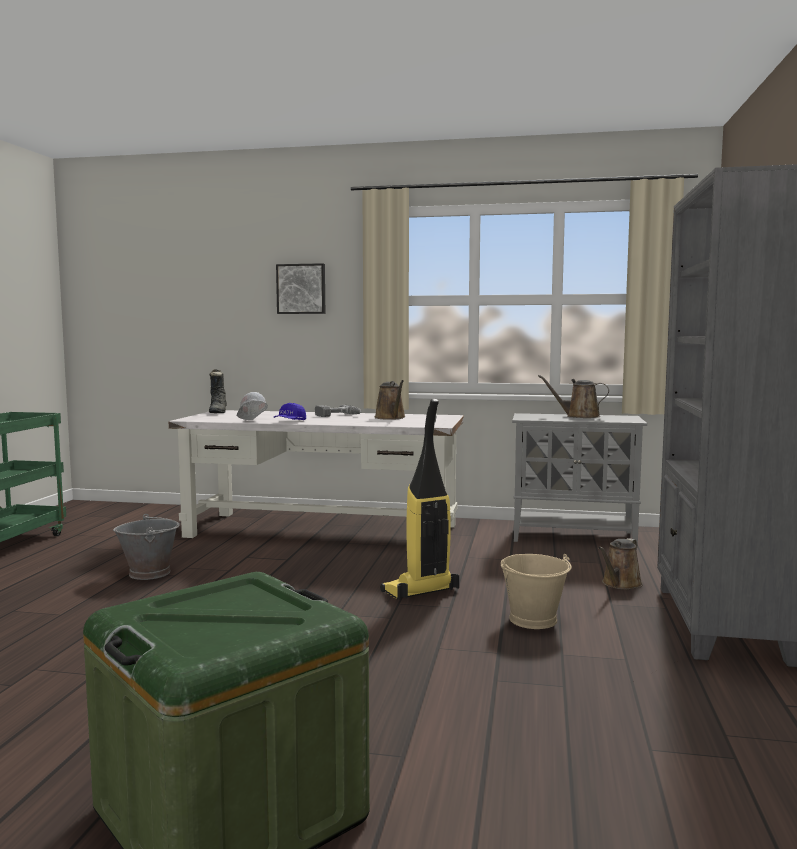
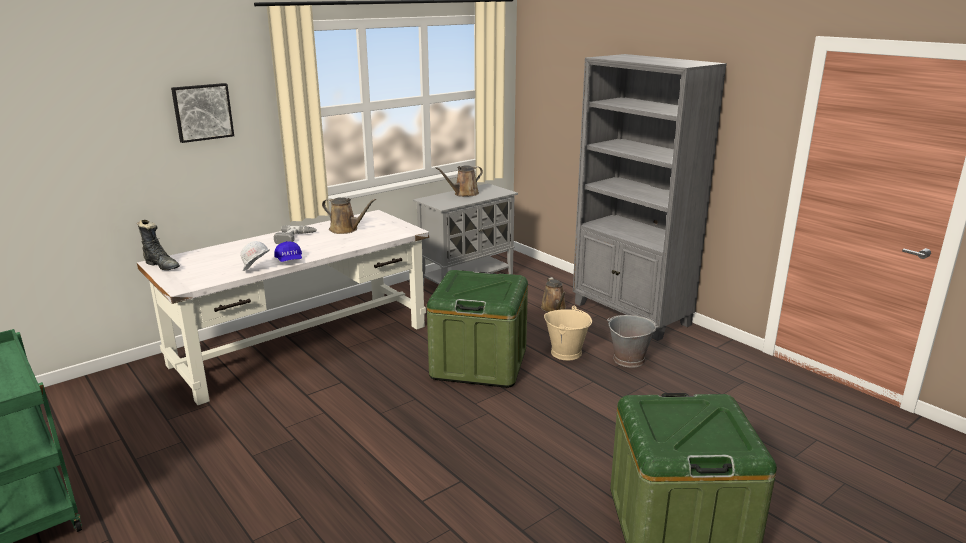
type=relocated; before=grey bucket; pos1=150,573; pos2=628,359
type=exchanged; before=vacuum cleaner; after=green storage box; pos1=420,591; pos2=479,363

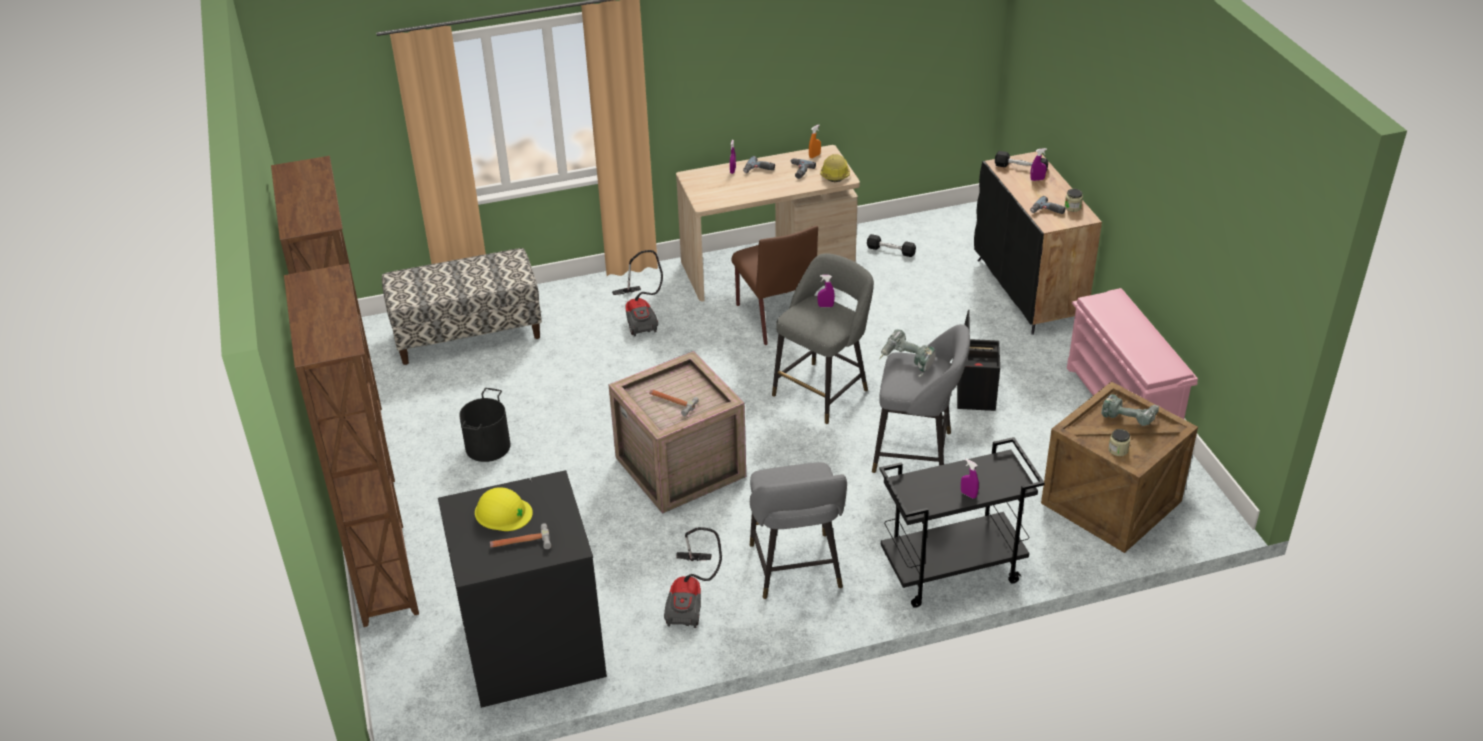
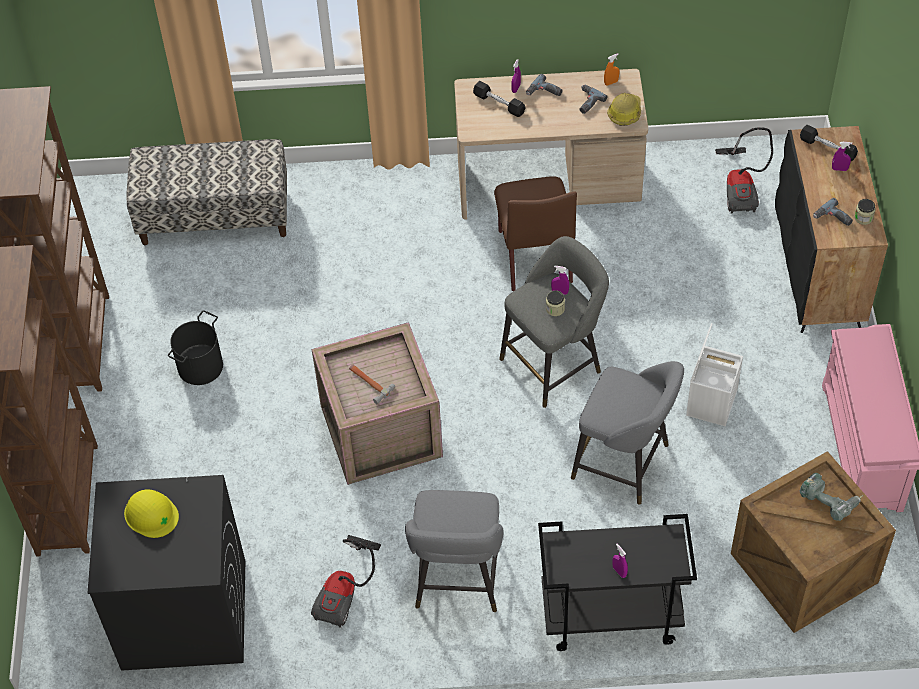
type=missing; before=hammer; pos1=520,543
type=relocated; before=vacuum cleaner; pos1=640,316; pos2=741,188
type=relocated; before=black dumbbell; pos1=890,250; pos2=499,104
type=missing; before=power drill; pos1=906,362
type=colour; before=black storage box; after=white storage box; pos1=975,395; pos2=711,401
type=relocated; before=jar; pos1=1118,450; pos2=555,309

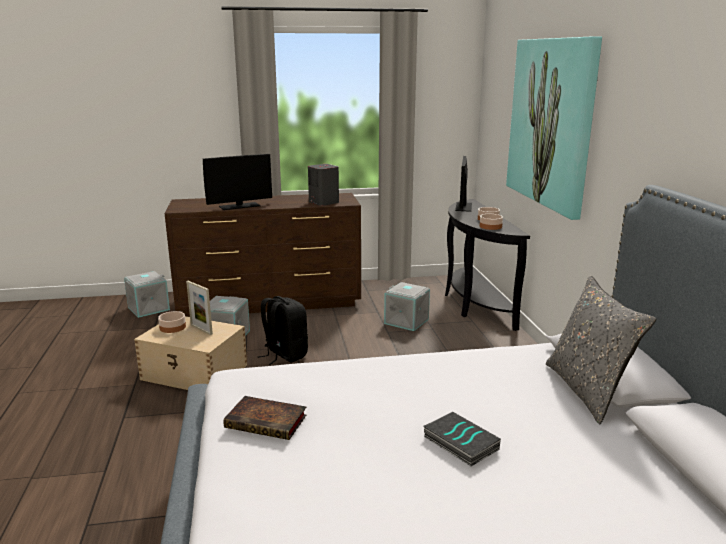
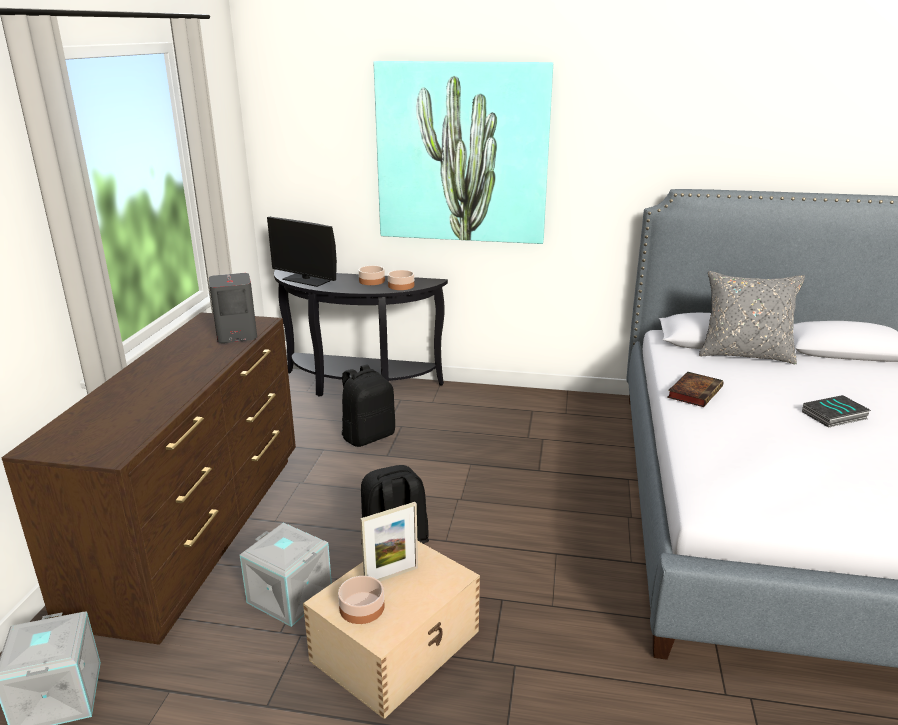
type=missing; before=monitor; pos1=239,206
type=relocated; before=book; pos1=268,422; pos2=694,392
type=exchanged; before=grey storage box; after=black backpack; pos1=407,321; pos2=368,436

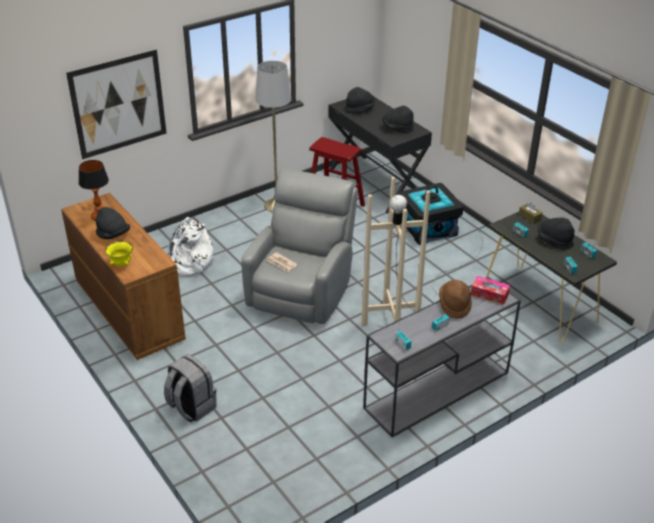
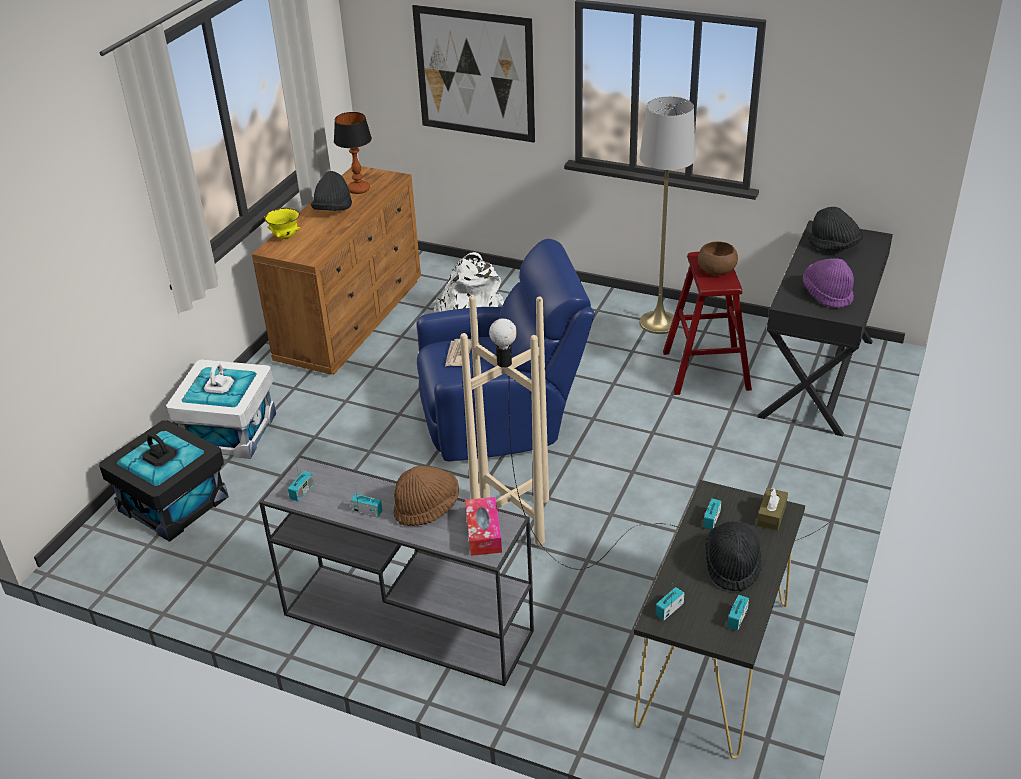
type=exchanged; before=grey backpack; after=white storage box; pos1=191,407; pos2=229,432
type=colour; before=grey armchair; after=blue armchair; pos1=302,291; pos2=503,419
type=colour; before=black hat; after=purple hat; pos1=397,128; pos2=827,294
type=relocated; before=black storage box; pos1=428,228; pos2=174,503
type=appeared; after=brown bowl; pos2=717,270

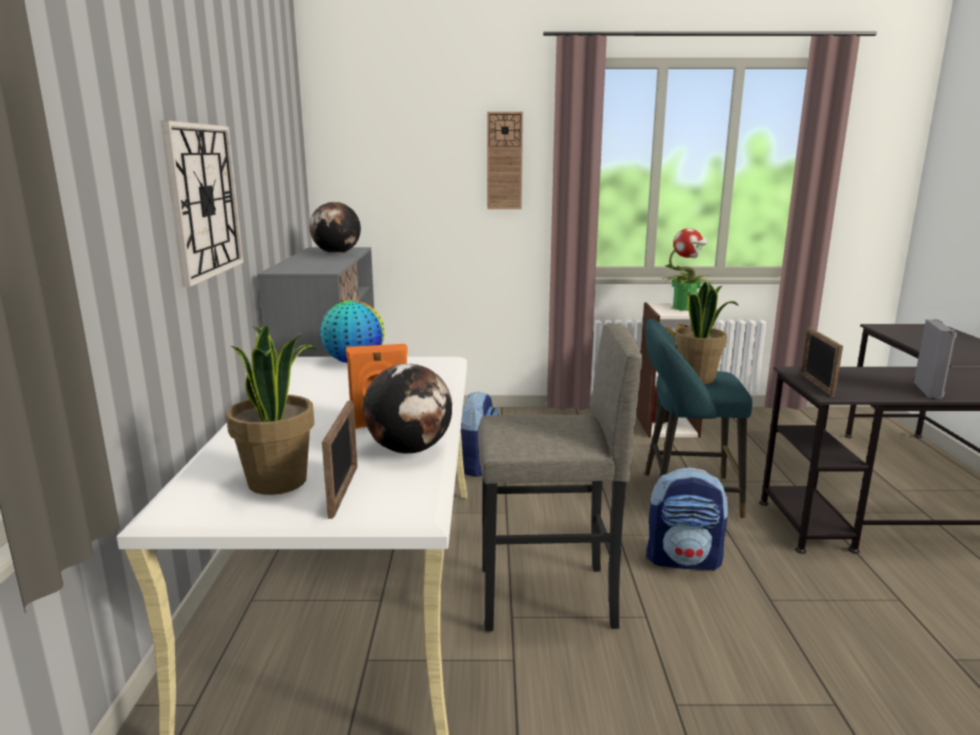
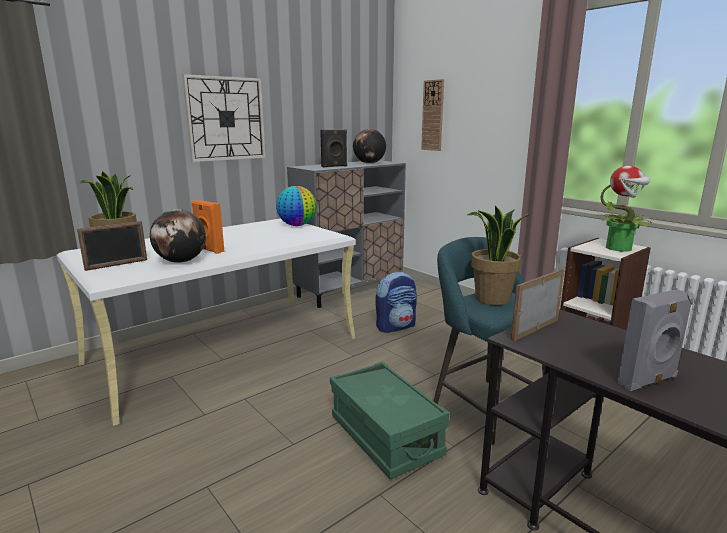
type=missing; before=grey stool; pos1=547,598
type=relocated; before=wall clock; pos1=504,161; pos2=433,115
type=exchanged; before=backpack; after=green storage box; pos1=684,560; pos2=385,436
type=appeared; after=black speaker; pos2=334,166

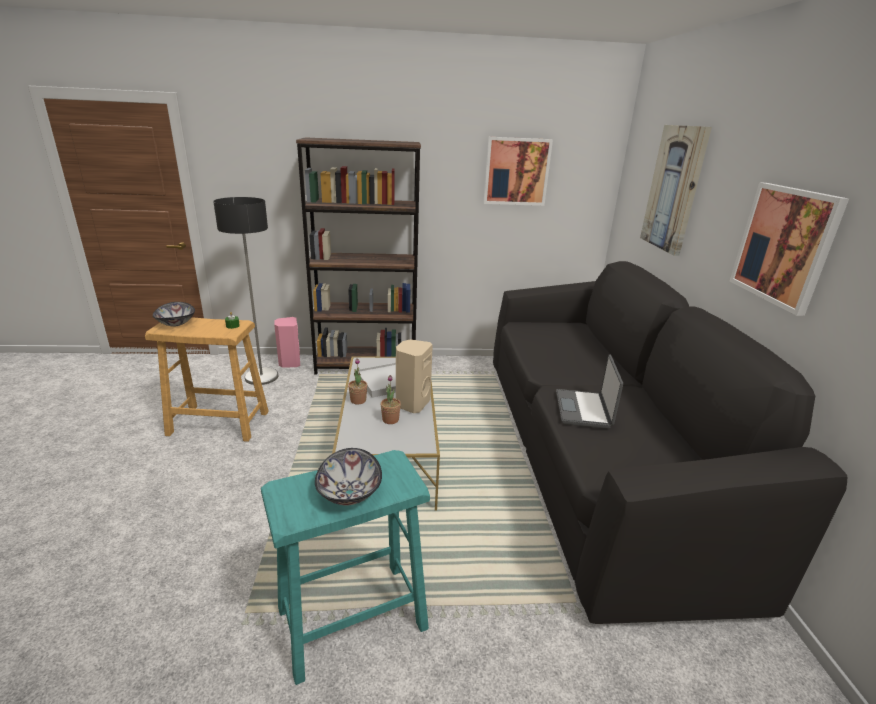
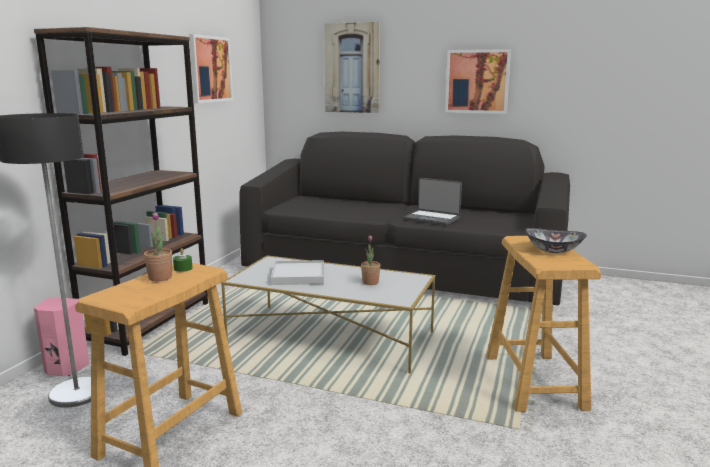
type=missing; before=bowl; pos1=175,323
type=colour; before=turquoise stool; after=beige stool; pos1=353,617; pos2=534,381
type=relocated; before=potted plant; pos1=358,400; pos2=160,277
type=missing; before=beige speaker; pos1=412,404

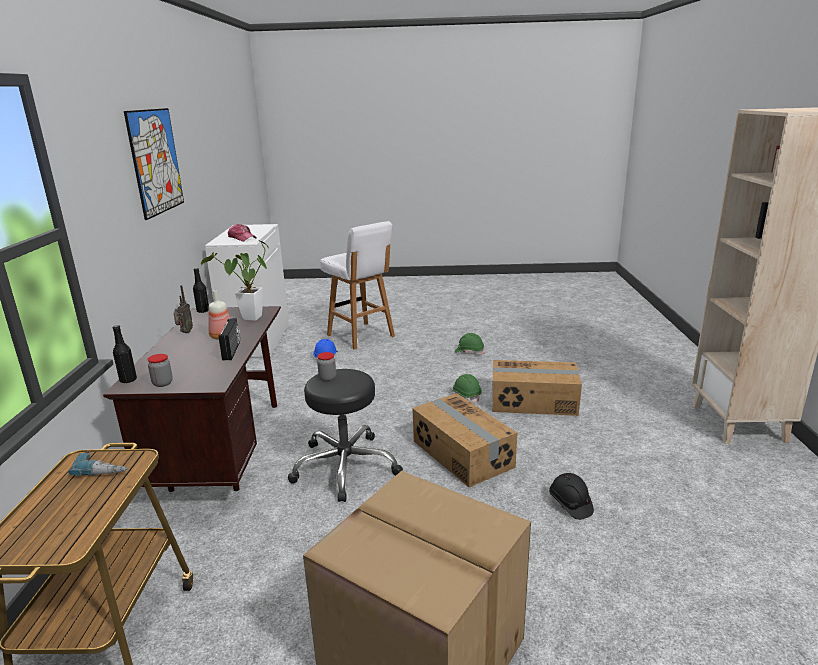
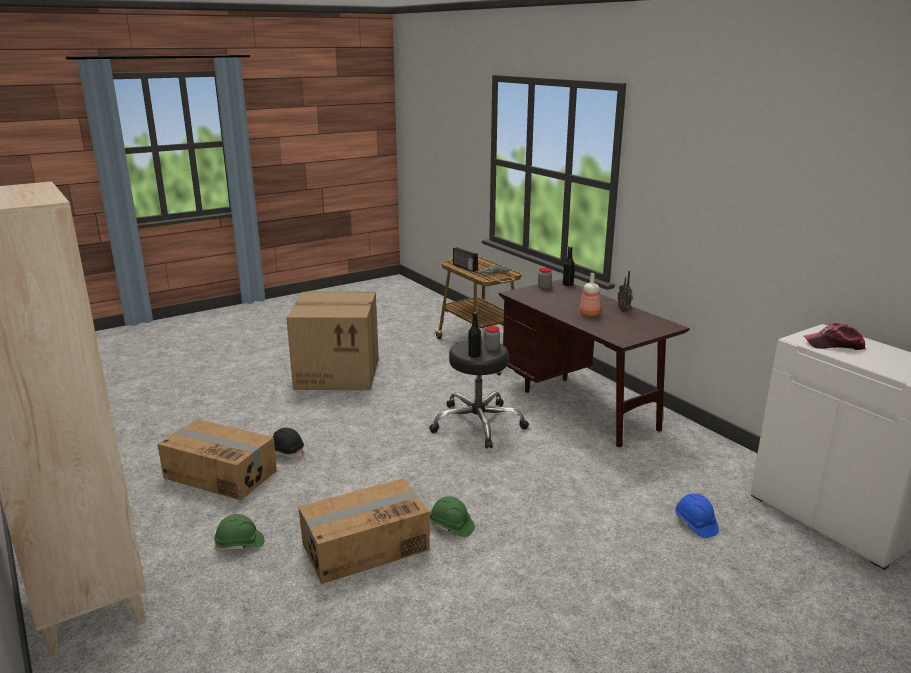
type=missing; before=picture; pos1=156,161
type=relocated; before=black bottle; pos1=203,311; pos2=474,355
type=missing; before=potted plant; pos1=250,319
type=relocated; before=radio; pos1=232,350; pos2=464,267
type=missing; before=white stool; pos1=361,336
type=relocated; before=cardboard box; pos1=462,454; pos2=221,474
type=relocated; before=green hard hat; pos1=469,352; pos2=240,544

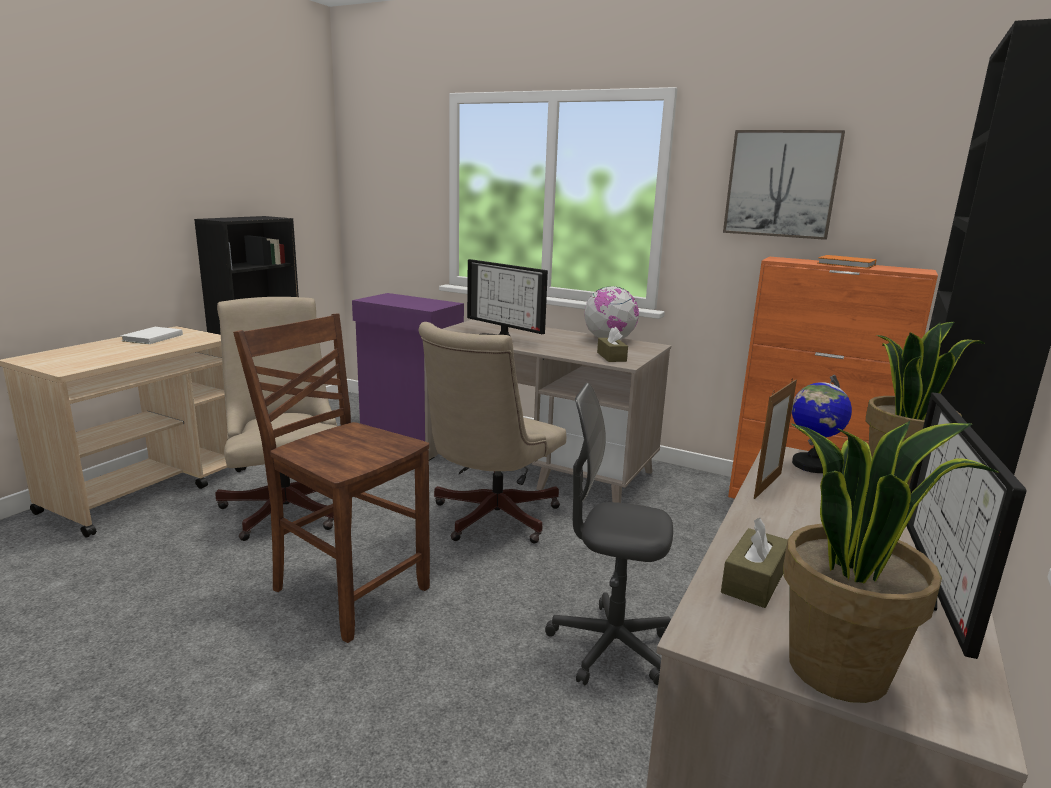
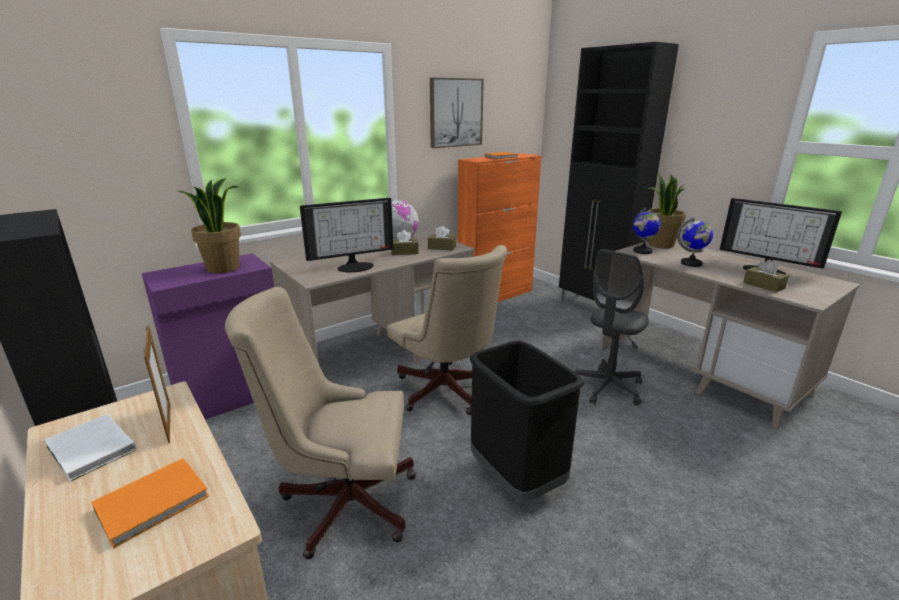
type=exchanged; before=brown chair; after=black trash can; pos1=348,589; pos2=515,479
type=relocated; before=picture frame; pos1=767,485; pos2=169,423
type=relocated; before=potted plant; pos1=837,668; pos2=223,268
type=appeared; after=orange book; pos2=156,502
type=appeared; after=brown tissue box; pos2=404,252
type=appeared; after=globe; pos2=691,263

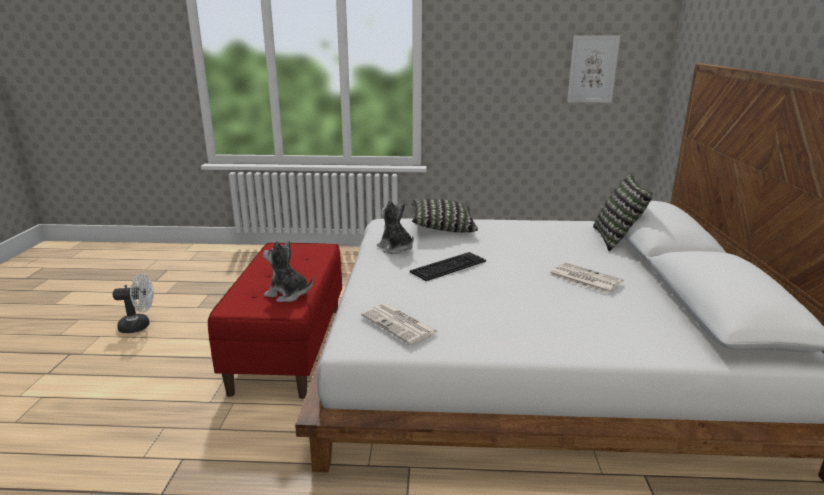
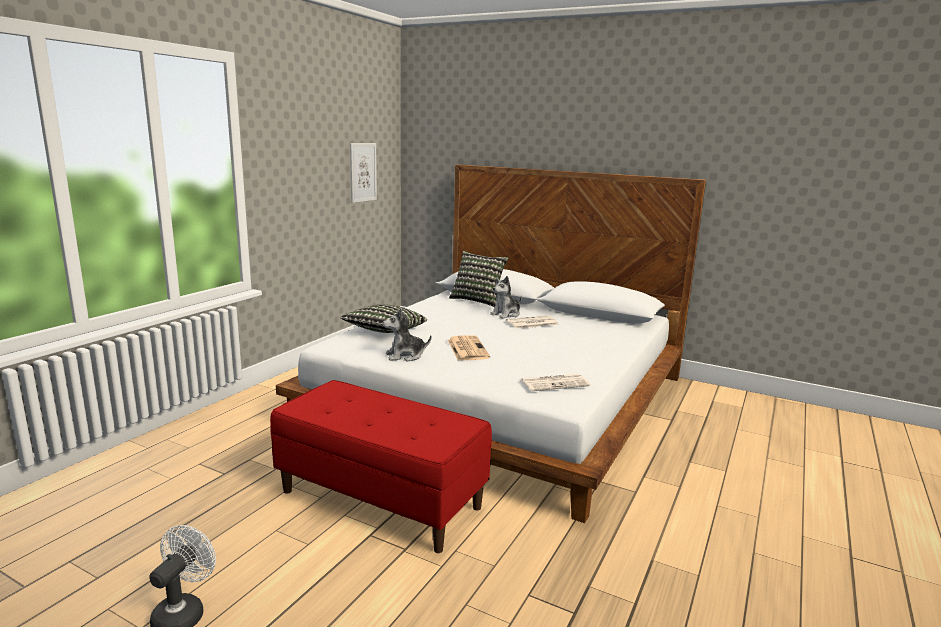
type=relocated; before=plush toy; pos1=288,294; pos2=506,314
type=exchanged; before=keyboard; after=newspaper; pos1=448,266; pos2=467,348

